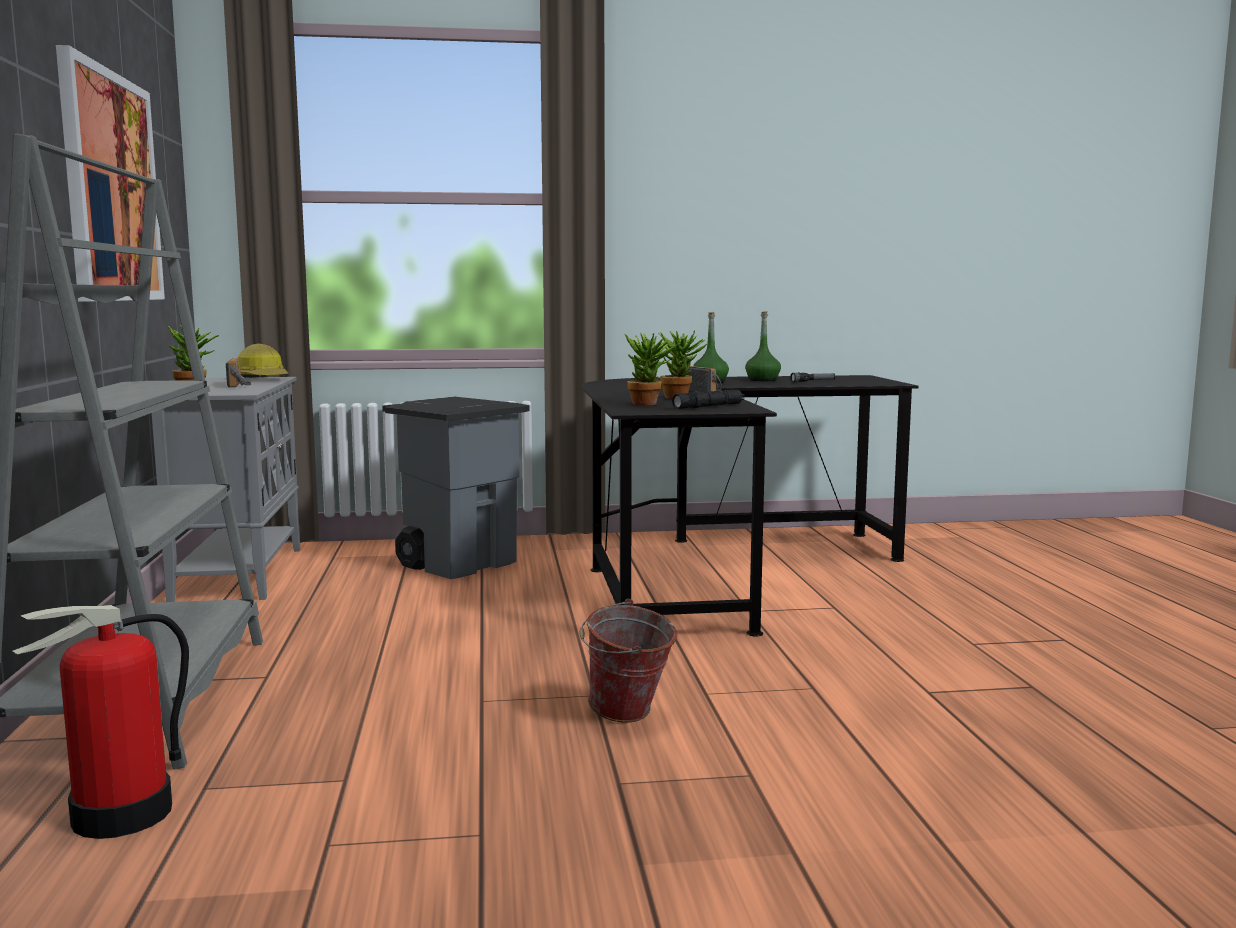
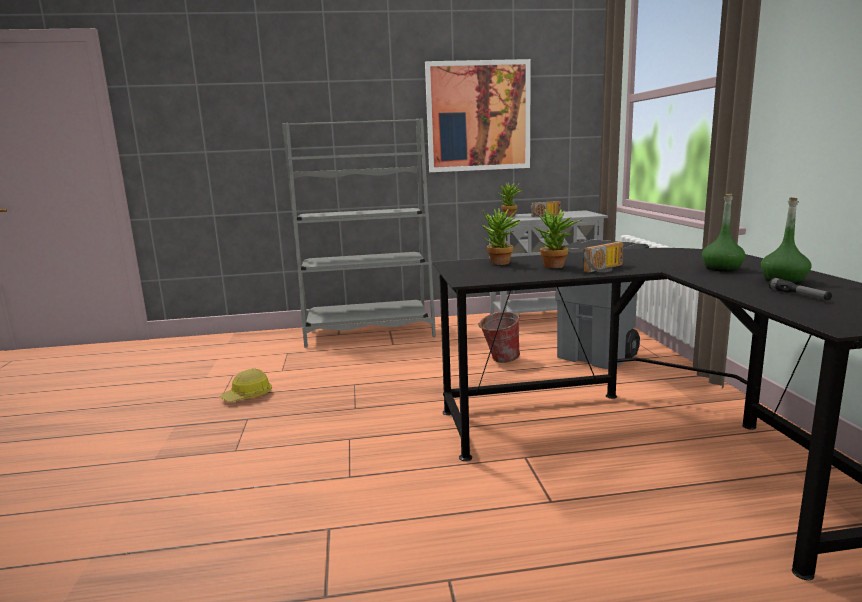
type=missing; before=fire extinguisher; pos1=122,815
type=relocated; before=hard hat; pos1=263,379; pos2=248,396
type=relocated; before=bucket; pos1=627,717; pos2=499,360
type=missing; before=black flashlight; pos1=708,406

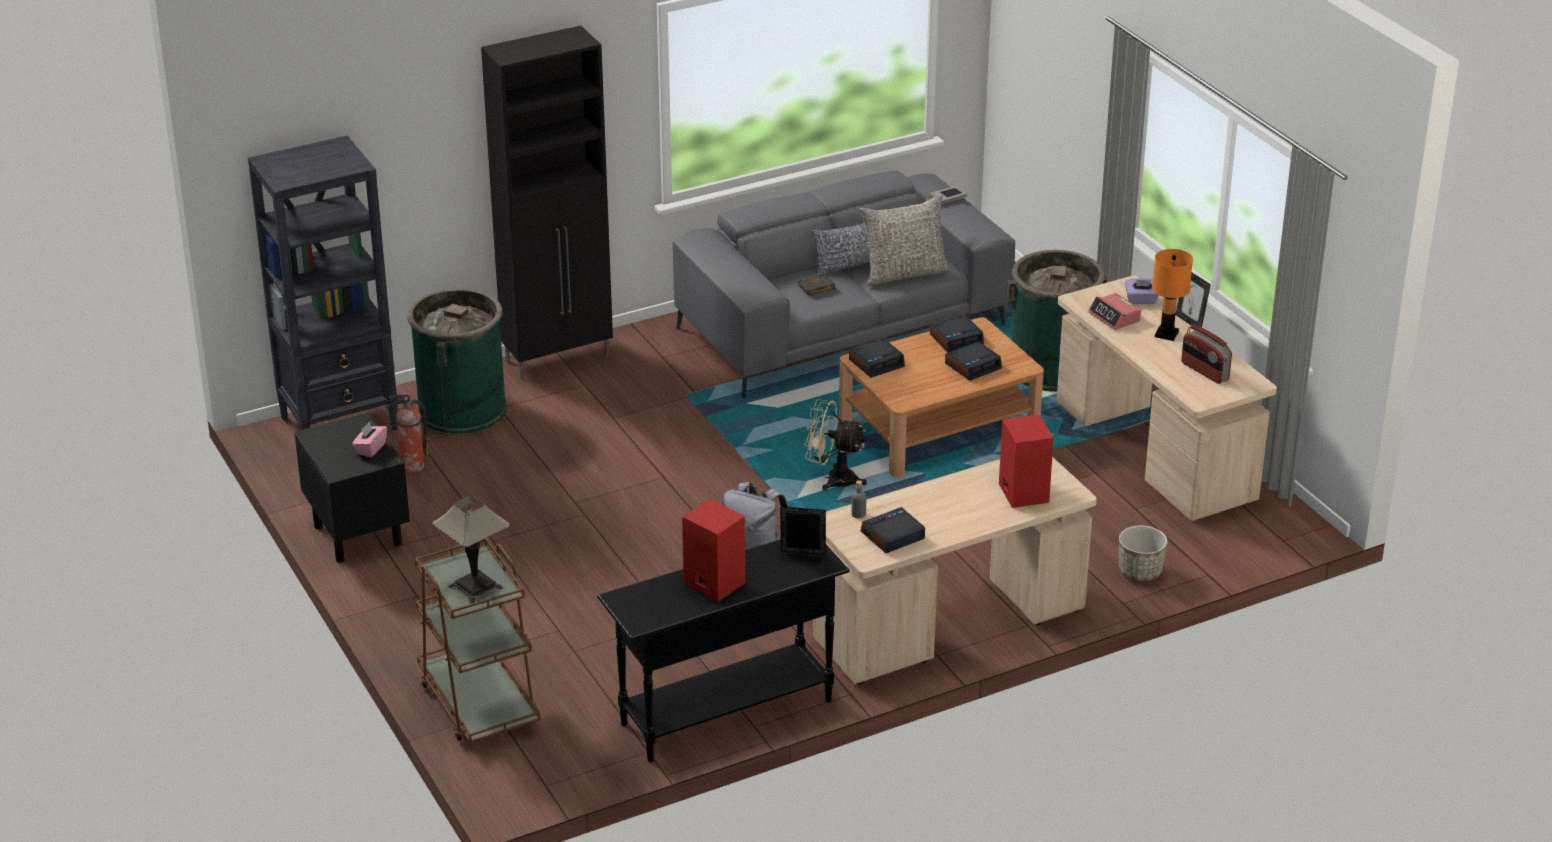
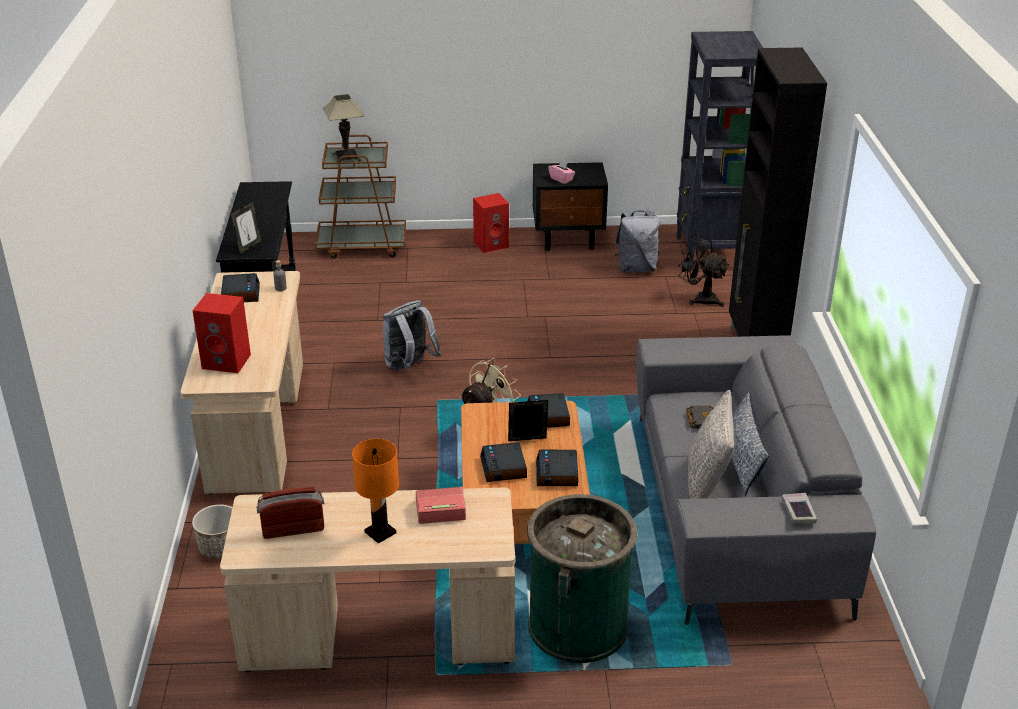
type=exchanged; before=fire extinguisher; after=grey backpack; pos1=411,466; pos2=636,268
type=exchanged; before=green trash can; after=black fan; pos1=462,409; pos2=700,298
type=relocated; before=red speaker; pos1=712,583; pos2=491,244
type=missing; before=purple tissue box; pos1=1141,300
type=relocated; before=picture frame; pos1=1190,322; pos2=527,441

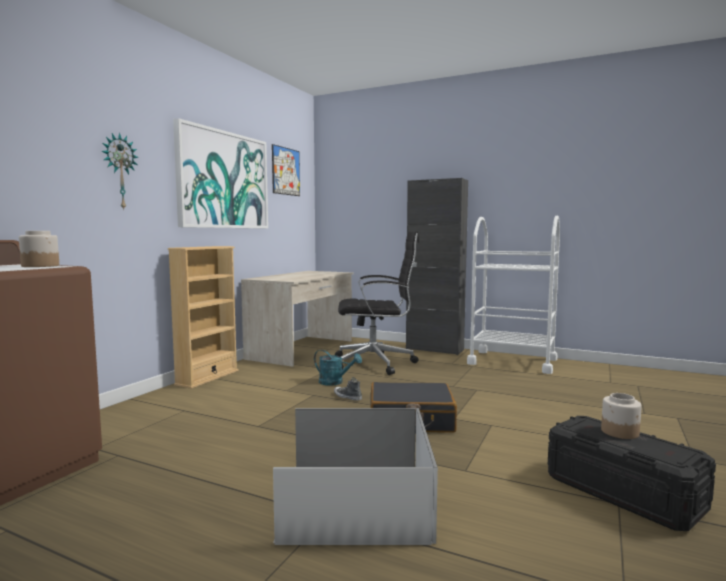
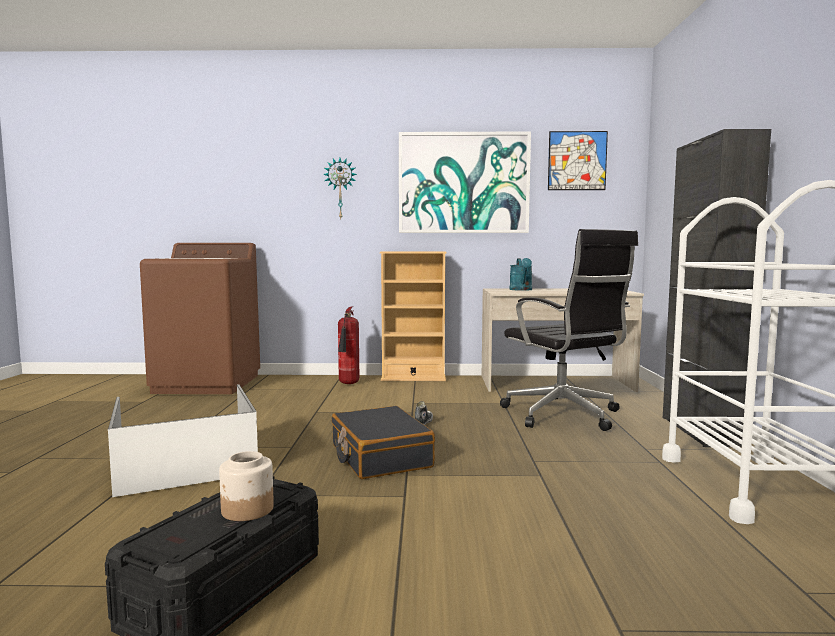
type=missing; before=jar; pos1=40,266
type=relocated; before=turquoise watering can; pos1=335,382; pos2=521,290
type=appeared; after=fire extinguisher; pos2=348,384

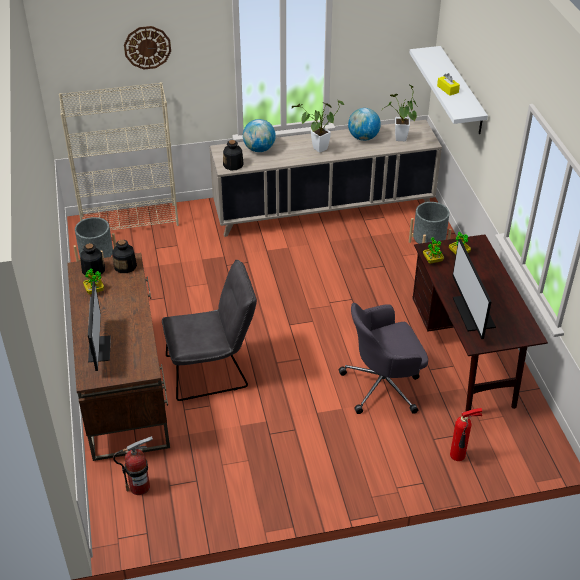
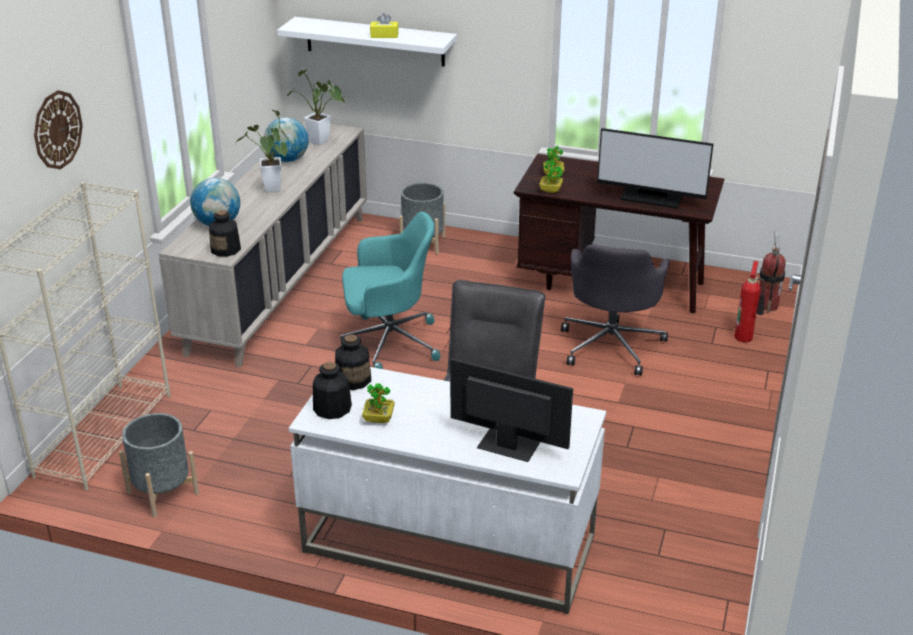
type=colour; before=brown desk; after=white desk; pos1=123,387; pos2=448,543
type=relocated; before=fire extinguisher; pos1=140,486; pos2=767,305
type=appeared; after=turquoise office chair; pos2=389,342

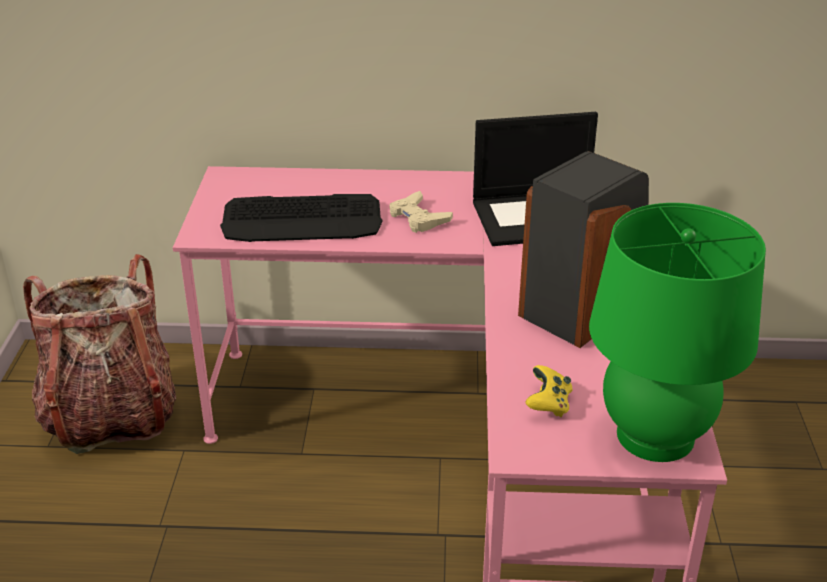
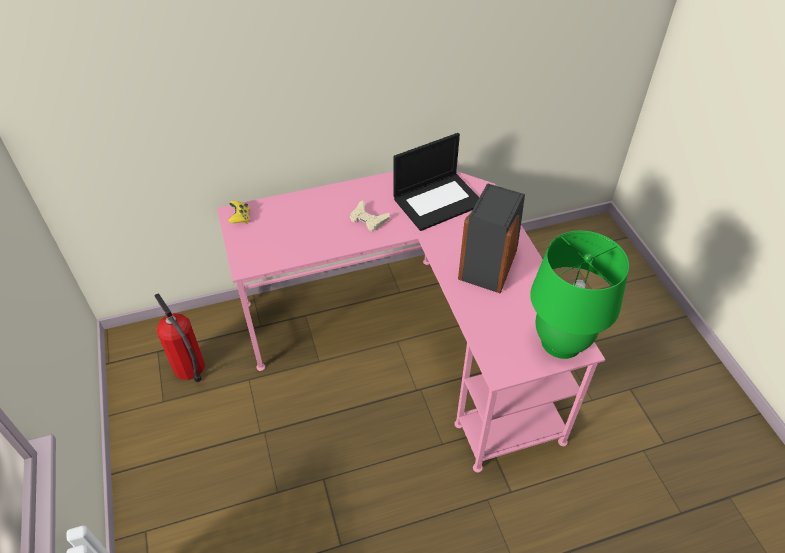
type=exchanged; before=backpack; after=fire extinguisher; pos1=111,415; pos2=191,369
type=missing; before=keyboard; pos1=302,220
type=relocated; before=yellow game controller; pos1=548,404; pos2=240,218

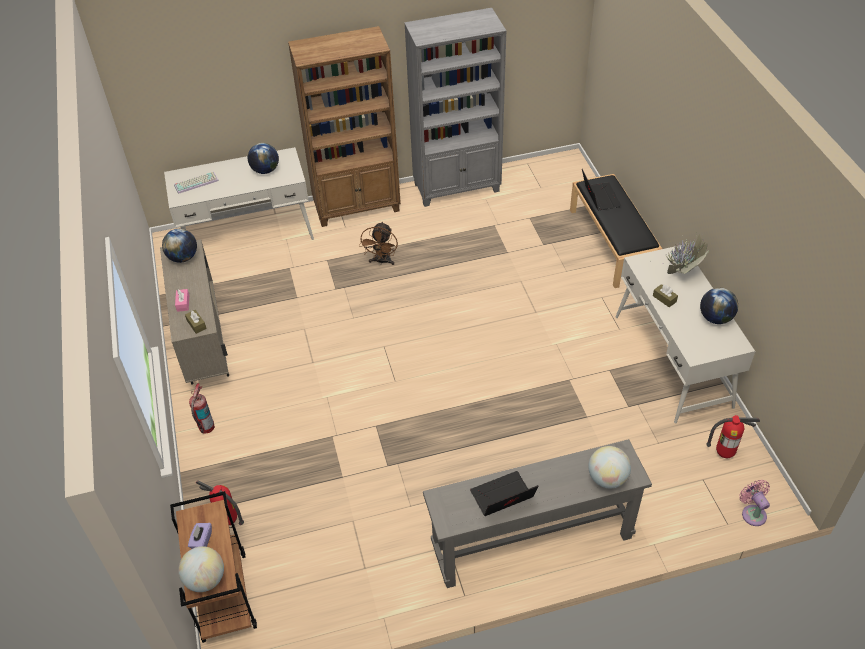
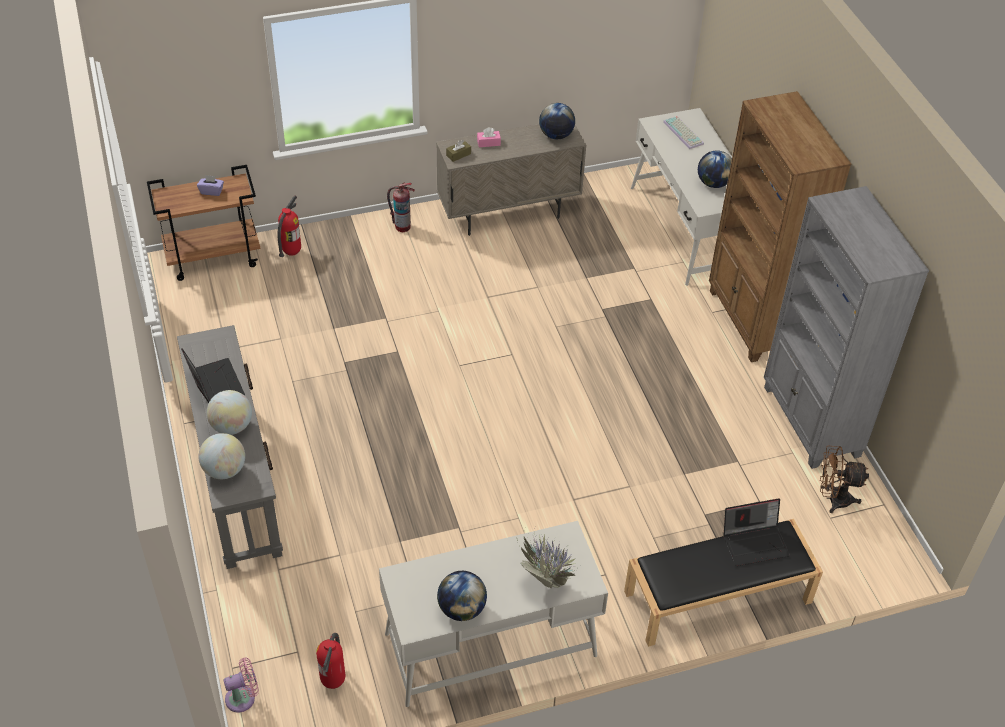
type=relocated; before=globe; pos1=205,579; pos2=232,426
type=relocated; before=brown fan; pos1=381,261; pos2=833,499
type=missing; before=brown tissue box; pos1=664,299

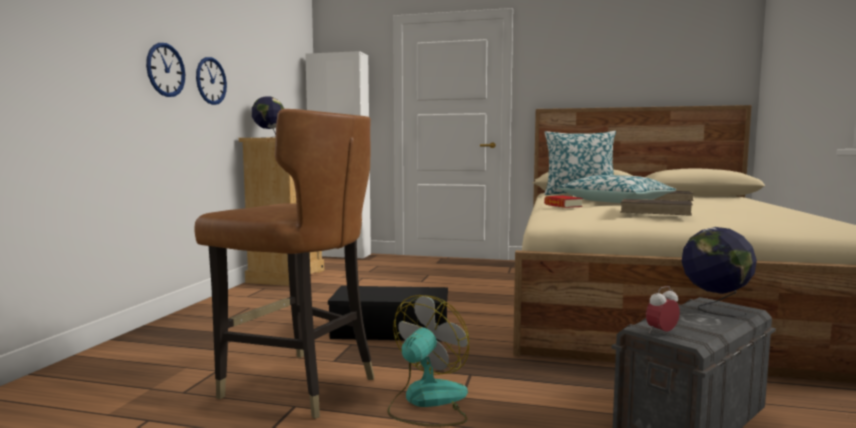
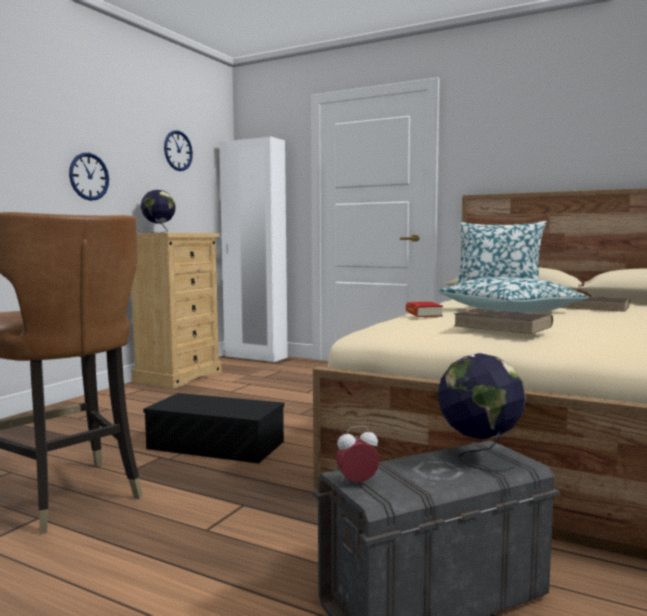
type=relocated; before=wall clock; pos1=165,70; pos2=178,151
type=missing; before=fan; pos1=427,401

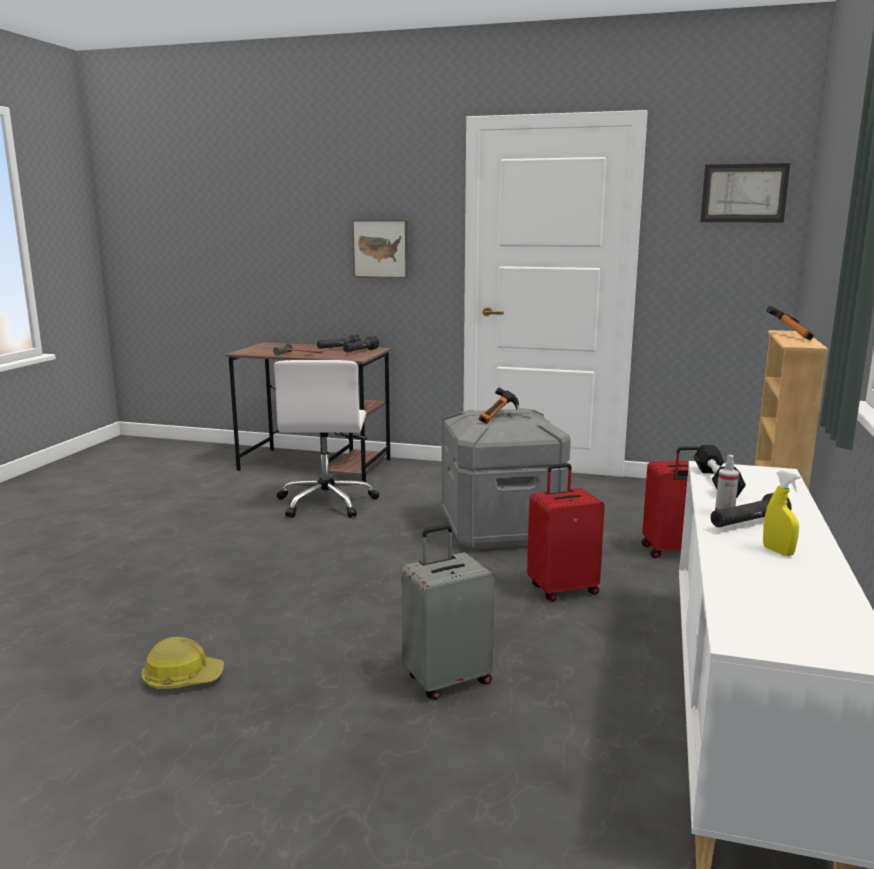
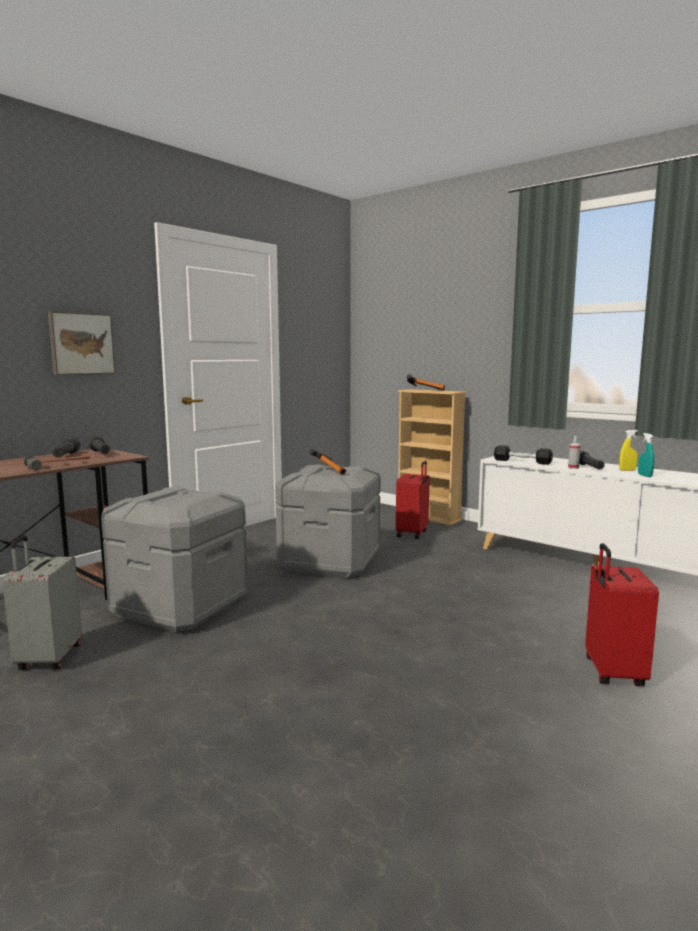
type=missing; before=hard hat; pos1=182,678
type=exchanged; before=white office chair; after=grey storage box; pos1=327,502; pos2=180,607
type=relocated; before=grey suitcase; pos1=447,679; pos2=48,658
type=relocated; before=red suitcase; pos1=562,589; pos2=612,673
type=missing; before=picture; pos1=744,193
type=appeared; after=turquoise spray bottle; pos2=644,476

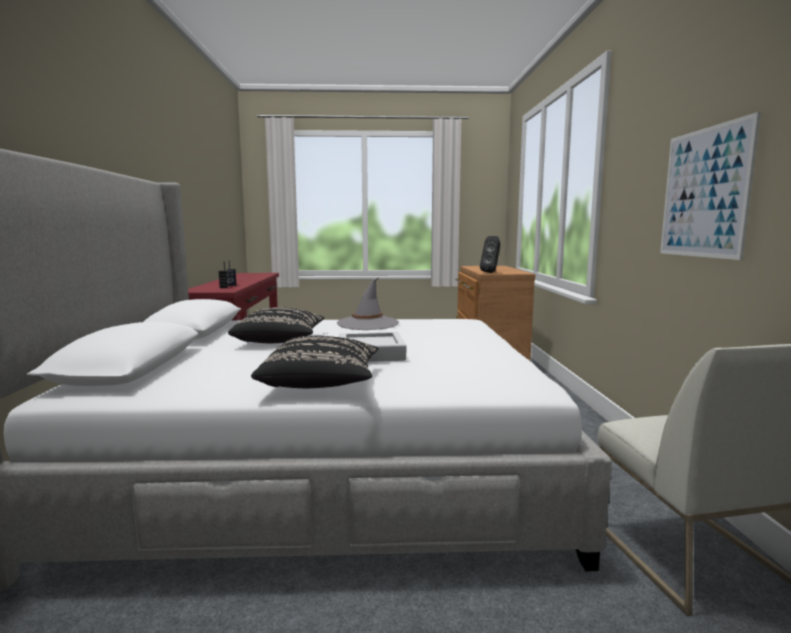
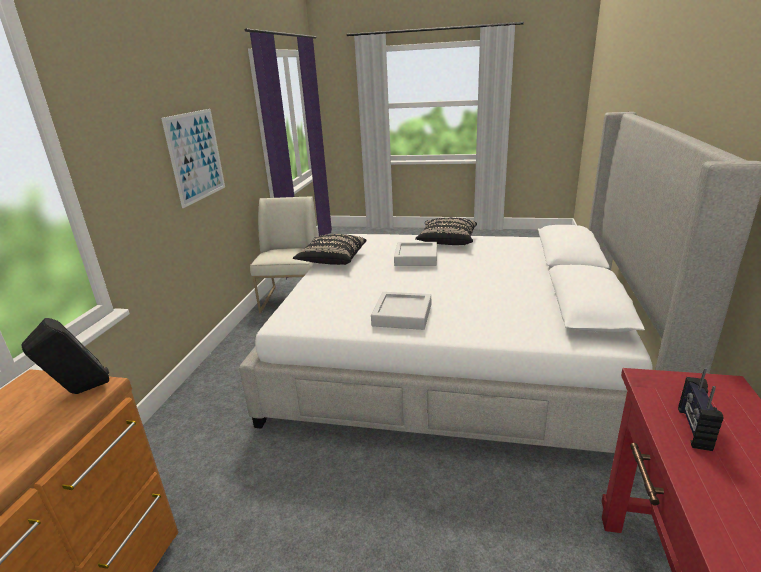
type=relocated; before=black pillow; pos1=280,341; pos2=332,260
type=exchanged; before=grey hat; after=grey tray; pos1=367,323; pos2=402,315

